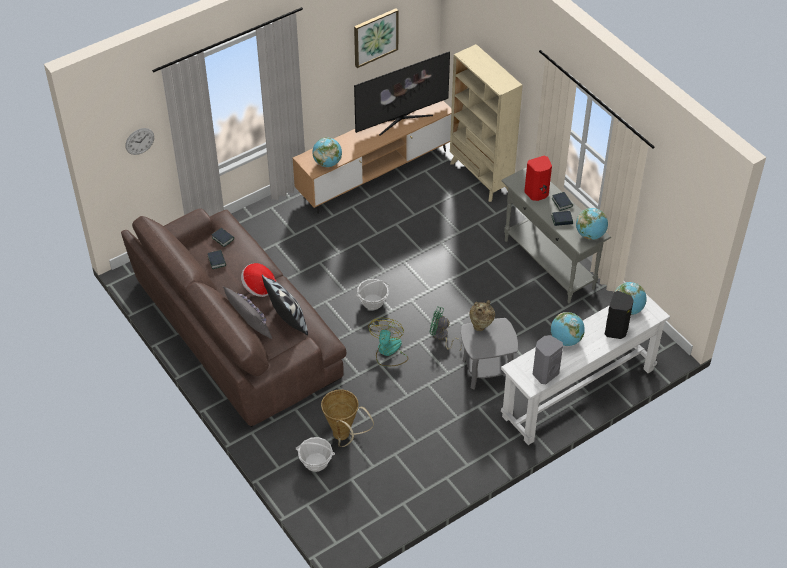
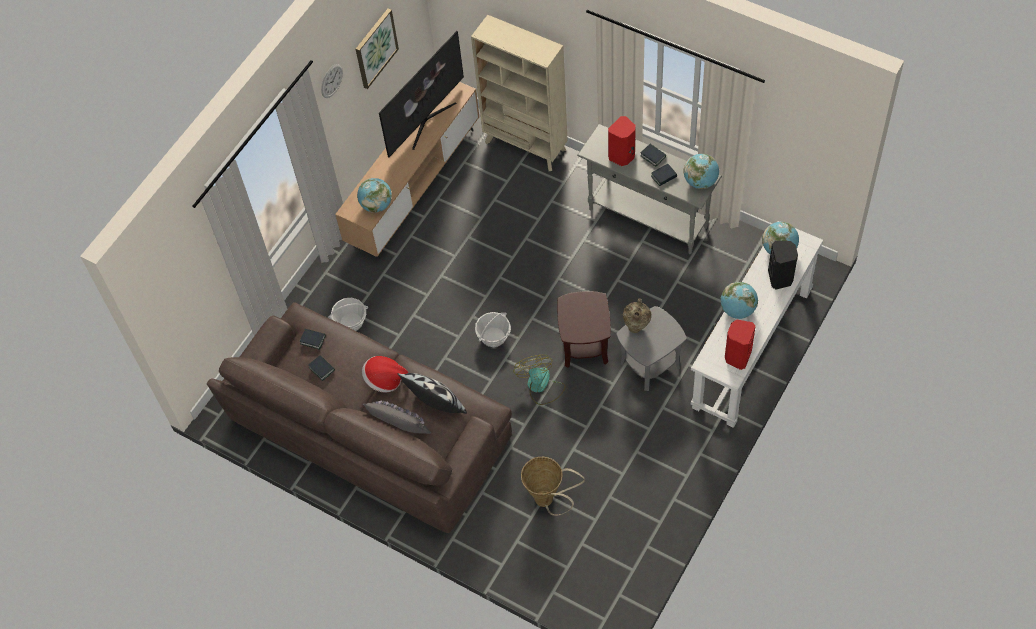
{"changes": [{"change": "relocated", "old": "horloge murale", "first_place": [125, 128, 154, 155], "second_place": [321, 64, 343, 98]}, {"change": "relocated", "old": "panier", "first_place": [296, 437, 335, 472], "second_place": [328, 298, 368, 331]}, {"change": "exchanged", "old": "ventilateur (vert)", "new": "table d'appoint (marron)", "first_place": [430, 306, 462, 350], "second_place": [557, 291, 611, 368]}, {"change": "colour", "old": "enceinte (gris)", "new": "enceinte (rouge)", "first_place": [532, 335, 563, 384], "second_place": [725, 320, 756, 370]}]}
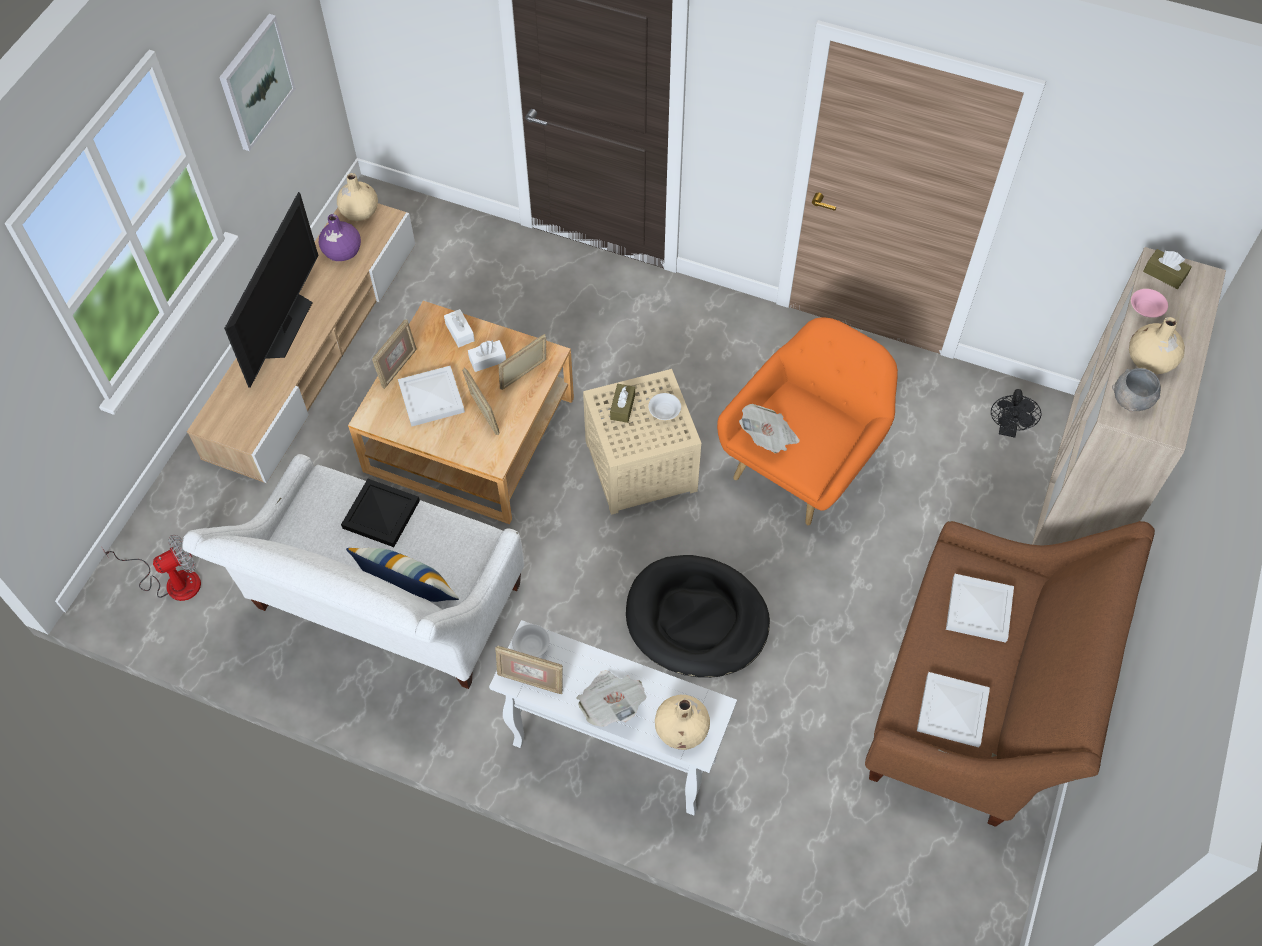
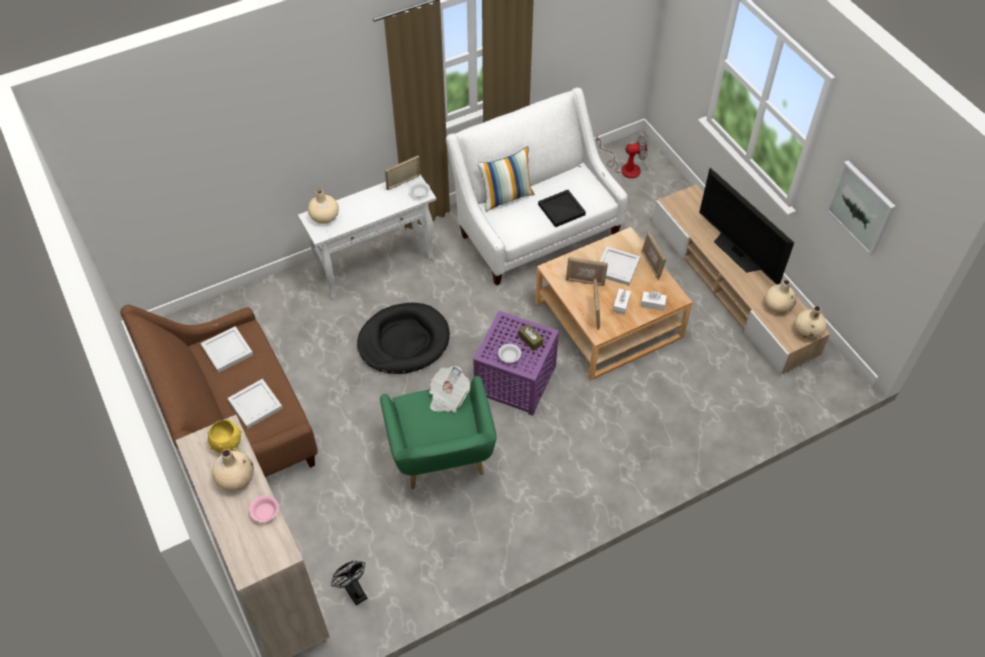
{"changes": [{"change": "spun", "old": "ventilateur", "first_place": [102, 535, 201, 601], "second_place": [596, 136, 648, 178], "degrees": -105}, {"change": "colour", "old": "vase (violet)", "new": "vase (beige)", "first_place": [319, 214, 361, 261], "second_place": [765, 280, 796, 313]}, {"change": "missing", "old": "journal", "first_place": [576, 670, 647, 727]}, {"change": "colour", "old": "table d'appoint (beige)", "new": "table d'appoint (violet)", "first_place": [583, 369, 702, 515], "second_place": [473, 311, 559, 416]}, {"change": "colour", "old": "fauteuil (orange)", "new": "fauteuil (vert)", "first_place": [717, 317, 898, 525], "second_place": [380, 376, 497, 489]}, {"change": "colour", "old": "bol (gris)", "new": "bol (jaune)", "first_place": [1112, 368, 1161, 413], "second_place": [207, 419, 242, 453]}, {"change": "missing", "old": "boîte à mouchoirs (marron)", "first_place": [1143, 249, 1192, 289]}]}
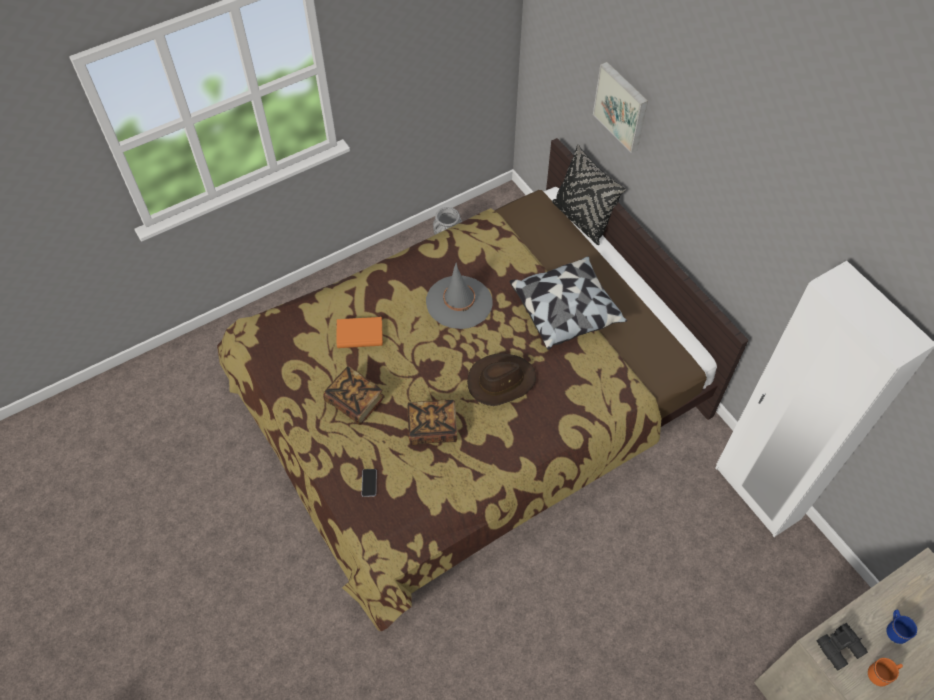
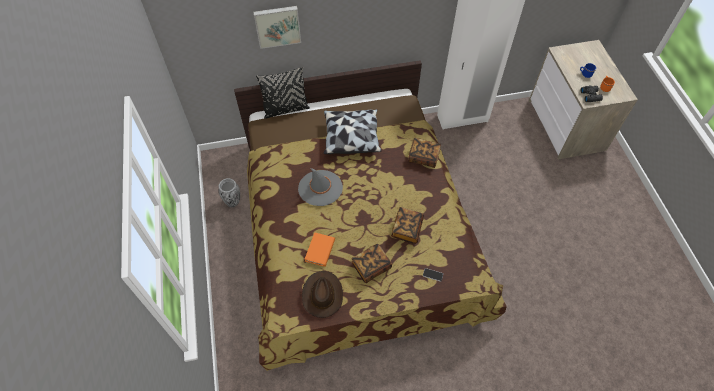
{"changes": [{"change": "relocated", "old": "chapeau (marron)", "first_place": [467, 353, 536, 406], "second_place": [302, 271, 343, 318]}, {"change": "appeared", "new": "livre", "second_place": [408, 138, 441, 168]}]}
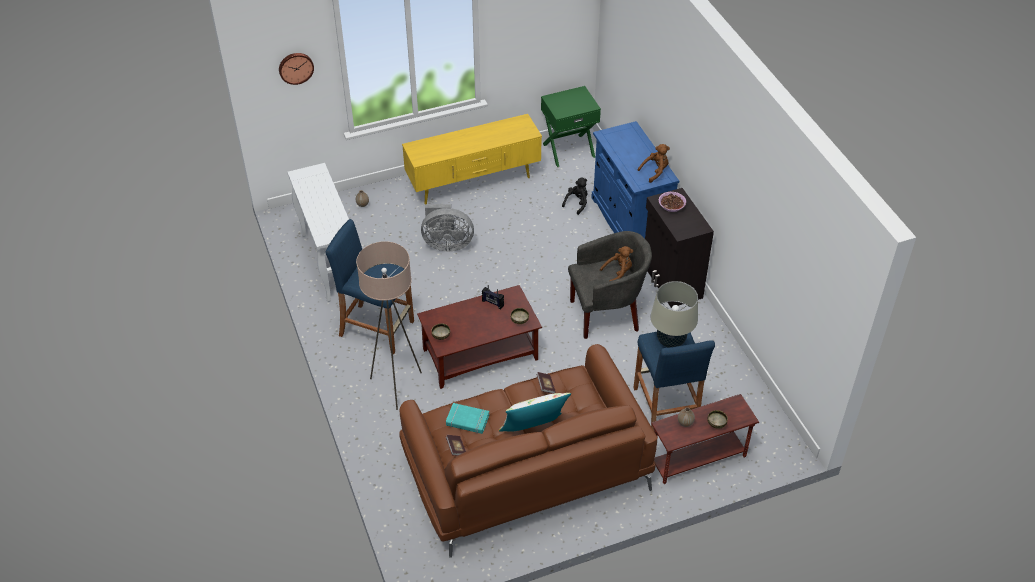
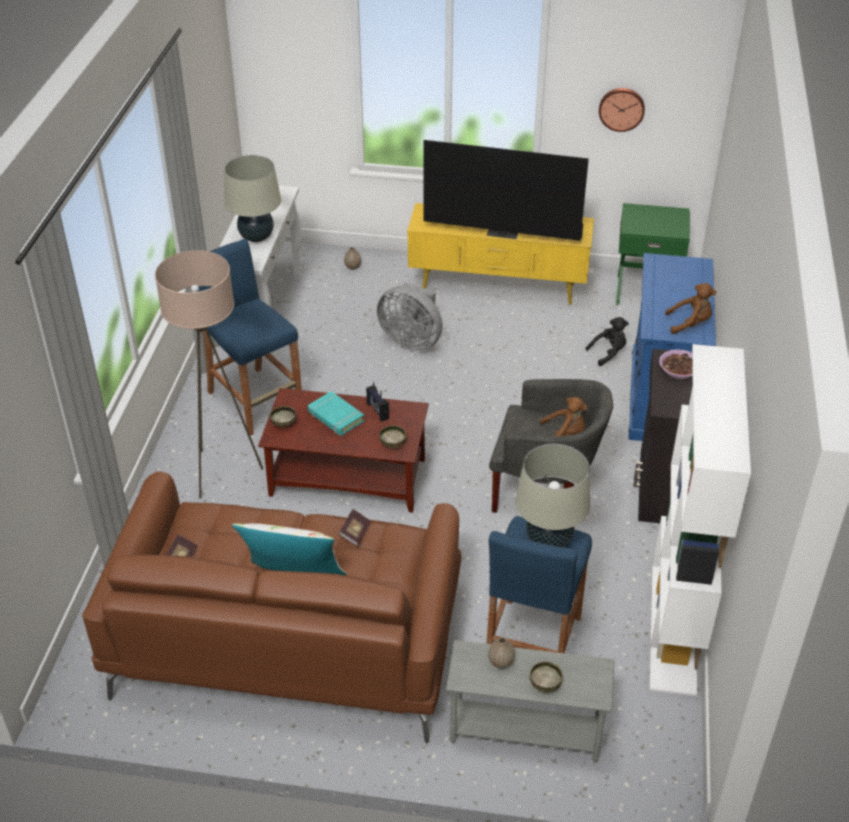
{"changes": [{"change": "relocated", "old": "horloge murale", "first_place": [279, 53, 314, 85], "second_place": [599, 88, 645, 132]}, {"change": "relocated", "old": "livre (turquoise)", "first_place": [446, 403, 489, 434], "second_place": [308, 391, 364, 436]}, {"change": "colour", "old": "table d'appoint (marron)", "new": "table d'appoint (gris)", "first_place": [651, 394, 759, 484], "second_place": [446, 640, 614, 762]}, {"change": "appeared", "new": "lampe de table (beige)", "second_place": [224, 155, 281, 242]}, {"change": "appeared", "new": "téléviseur", "second_place": [423, 140, 589, 241]}, {"change": "appeared", "new": "bibliothèque (blanc)", "second_place": [649, 344, 751, 697]}]}
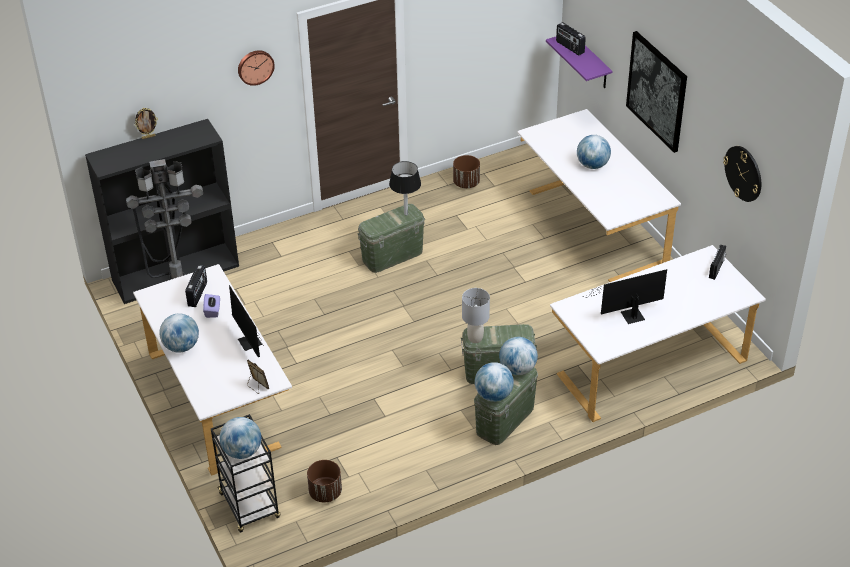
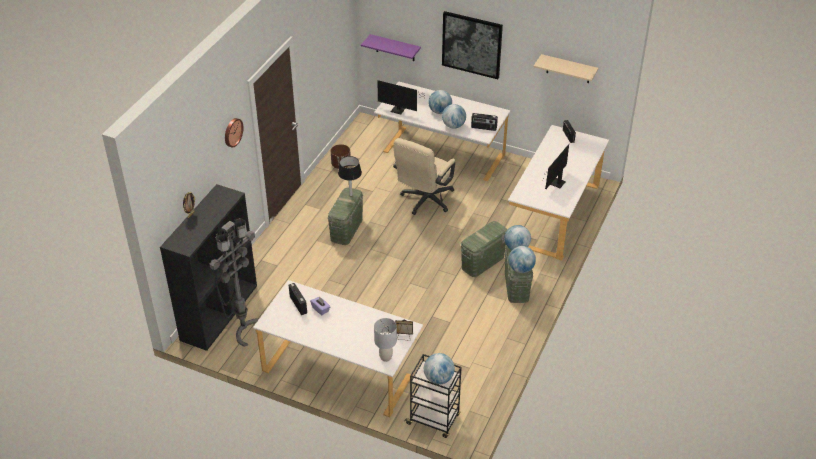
{"changes": [{"change": "relocated", "old": "globe", "first_place": [159, 313, 199, 353], "second_place": [442, 104, 466, 129]}, {"change": "relocated", "old": "écran d'ordinateur", "first_place": [229, 285, 263, 357], "second_place": [378, 80, 427, 115]}, {"change": "missing", "old": "cache-pot (marron)", "first_place": [307, 460, 342, 503]}, {"change": "relocated", "old": "lampe de table (gris)", "first_place": [462, 288, 490, 343], "second_place": [374, 318, 397, 362]}, {"change": "relocated", "old": "radio", "first_place": [556, 22, 586, 55], "second_place": [471, 113, 498, 131]}, {"change": "exchanged", "old": "horloge murale", "new": "étagère (beige)", "first_place": [723, 146, 761, 202], "second_place": [534, 54, 598, 83]}, {"change": "appeared", "new": "chaise de bureau (beige)", "second_place": [393, 138, 455, 215]}]}
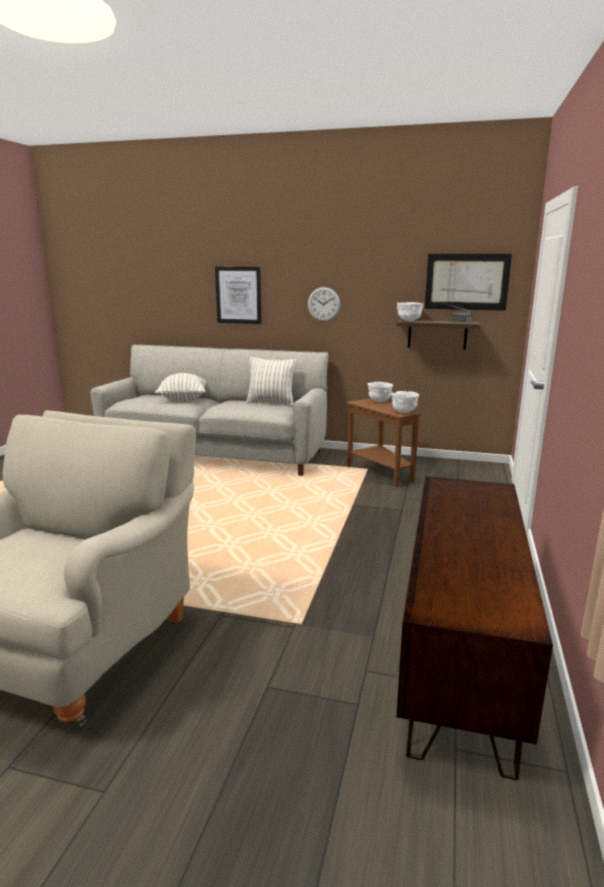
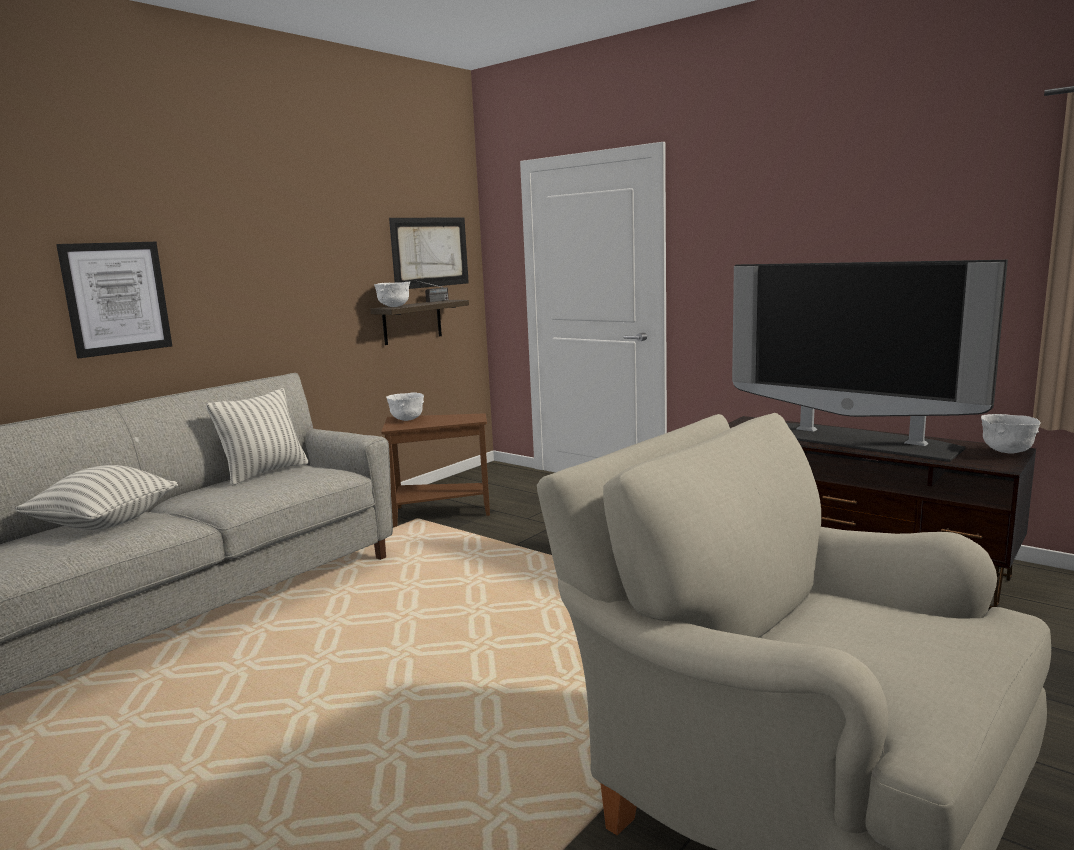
{"changes": [{"change": "missing", "old": "horloge murale", "first_place": [308, 287, 340, 321]}, {"change": "relocated", "old": "bol (blanc)", "first_place": [391, 391, 419, 413], "second_place": [981, 414, 1041, 454]}, {"change": "appeared", "new": "téléviseur", "second_place": [732, 260, 1008, 462]}]}
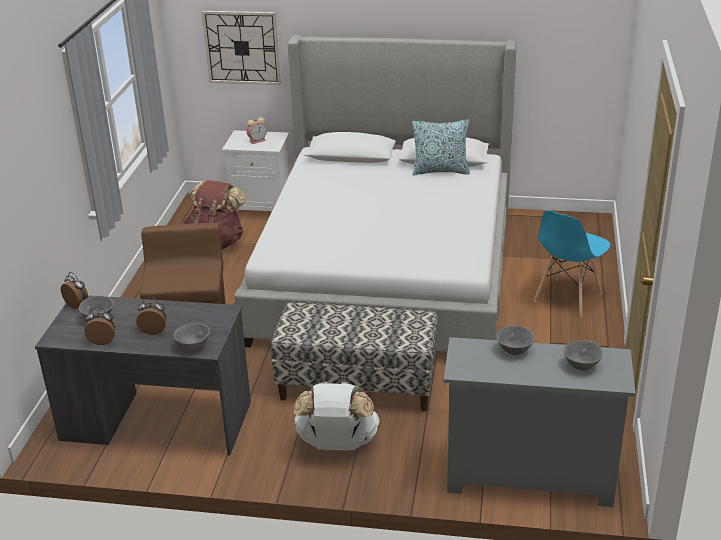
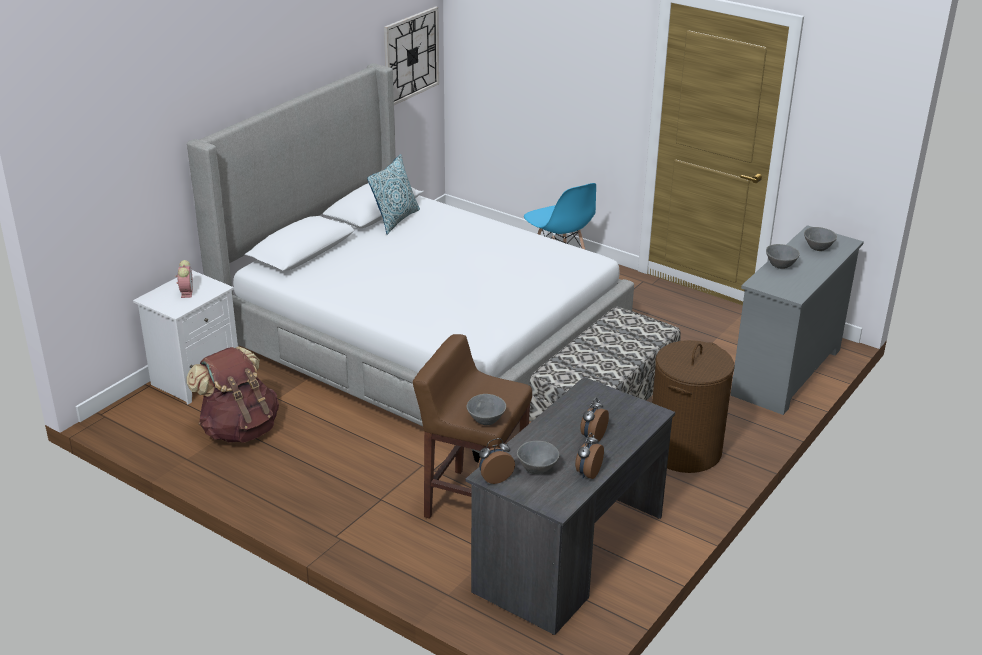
{"changes": [{"change": "relocated", "old": "bol (gris)", "first_place": [174, 323, 210, 351], "second_place": [467, 394, 506, 425]}, {"change": "relocated", "old": "horloge murale", "first_place": [202, 11, 281, 85], "second_place": [384, 6, 439, 105]}, {"change": "exchanged", "old": "sac à dos (blanc)", "new": "panier à linge (marron)", "first_place": [294, 382, 380, 451], "second_place": [652, 340, 735, 473]}]}
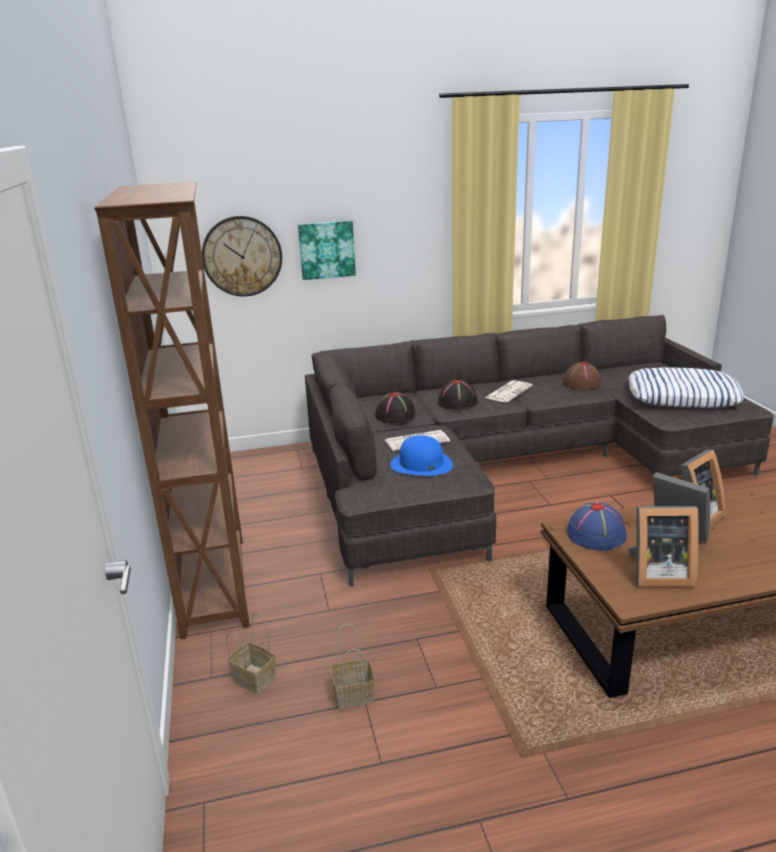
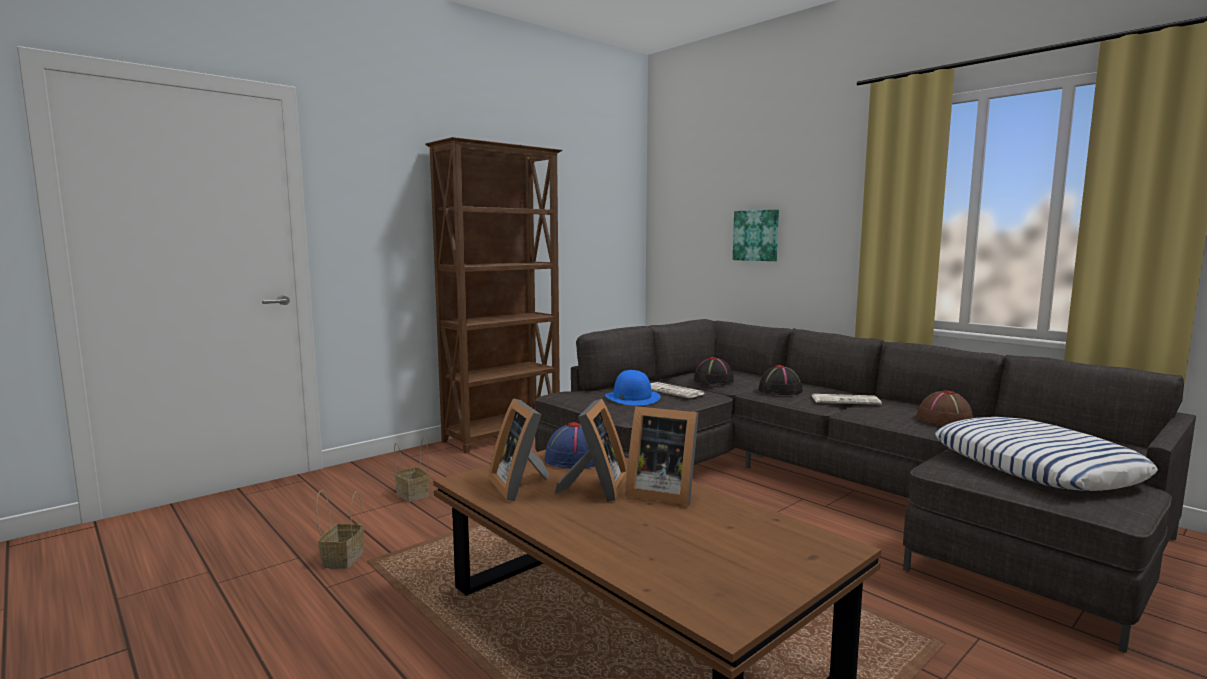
{"changes": [{"change": "missing", "old": "horloge murale", "first_place": [202, 216, 282, 297]}, {"change": "relocated", "old": "panier", "first_place": [226, 612, 276, 694], "second_place": [316, 490, 364, 569]}]}
